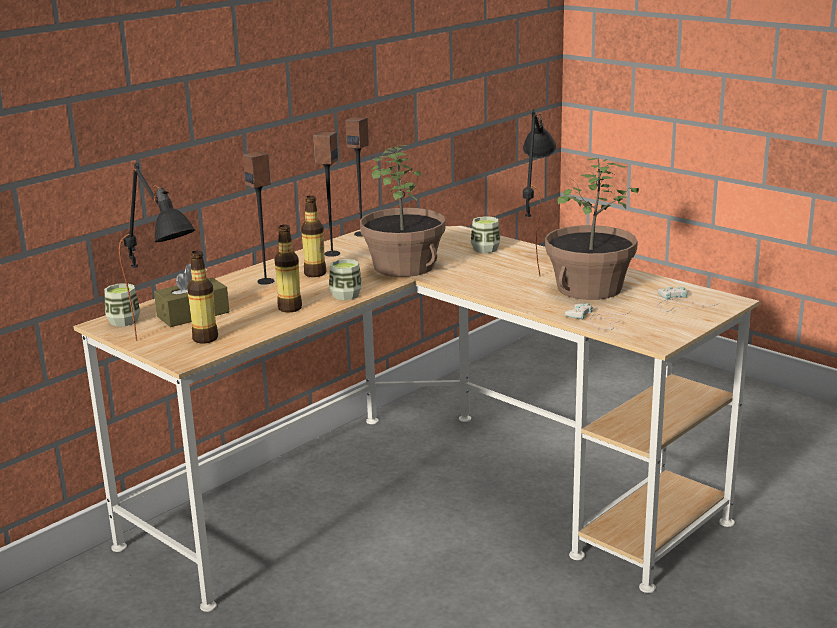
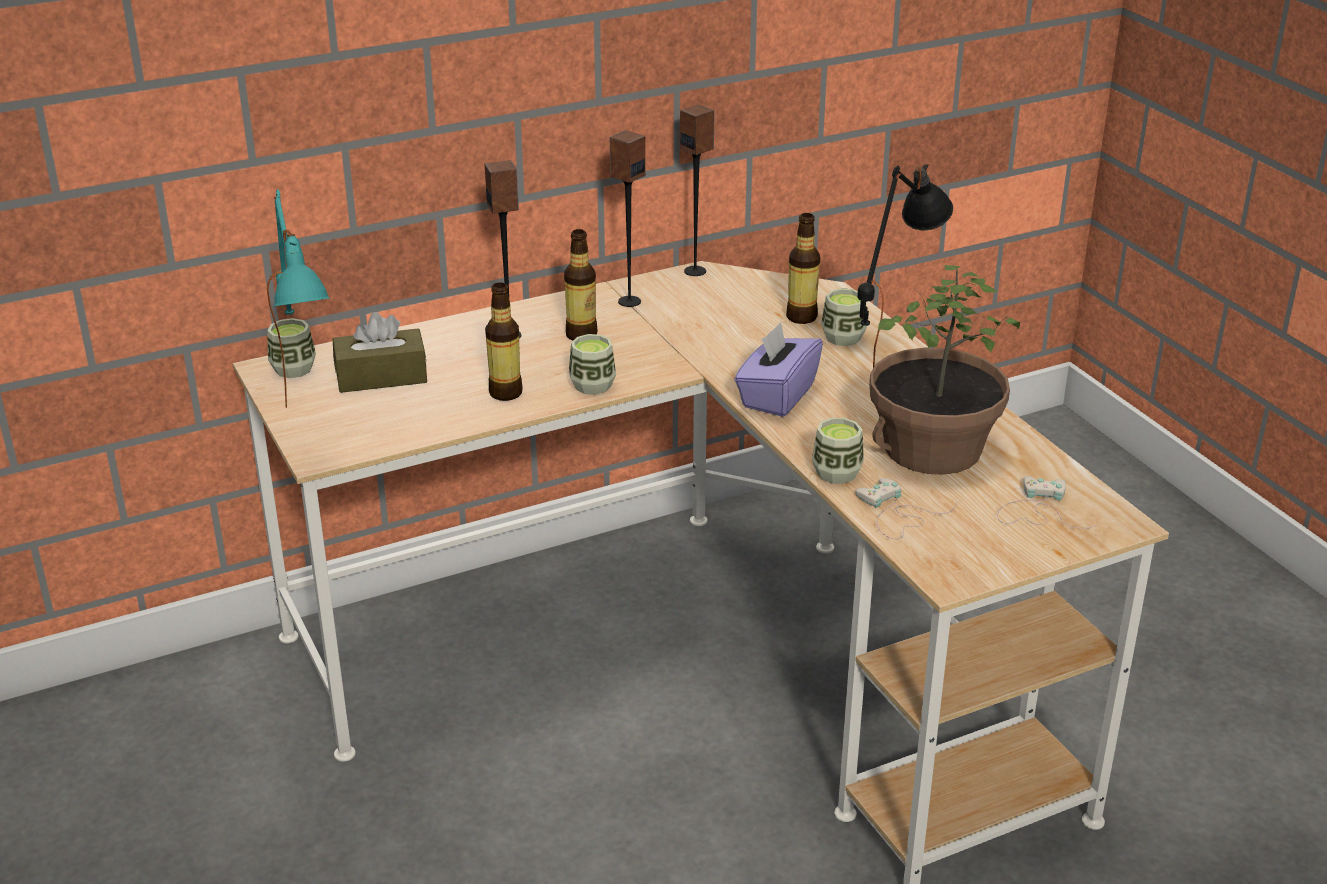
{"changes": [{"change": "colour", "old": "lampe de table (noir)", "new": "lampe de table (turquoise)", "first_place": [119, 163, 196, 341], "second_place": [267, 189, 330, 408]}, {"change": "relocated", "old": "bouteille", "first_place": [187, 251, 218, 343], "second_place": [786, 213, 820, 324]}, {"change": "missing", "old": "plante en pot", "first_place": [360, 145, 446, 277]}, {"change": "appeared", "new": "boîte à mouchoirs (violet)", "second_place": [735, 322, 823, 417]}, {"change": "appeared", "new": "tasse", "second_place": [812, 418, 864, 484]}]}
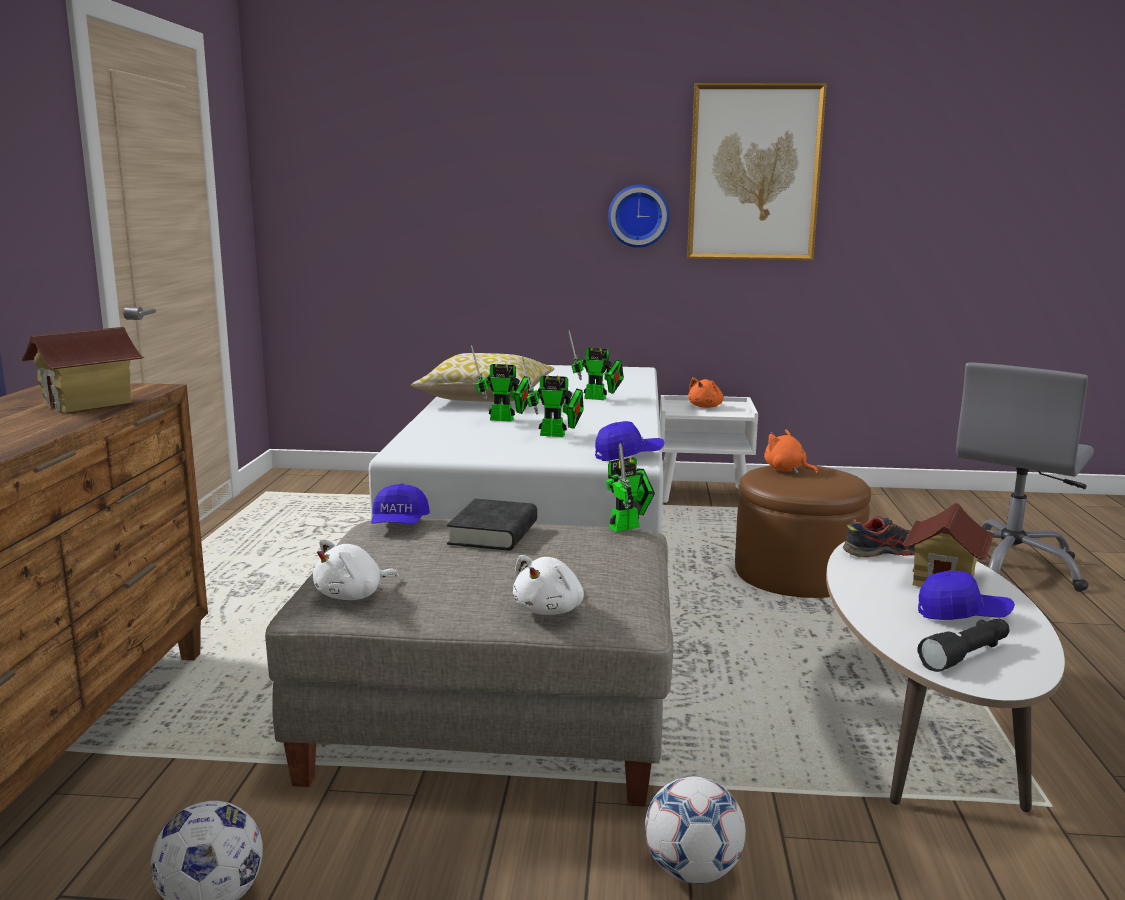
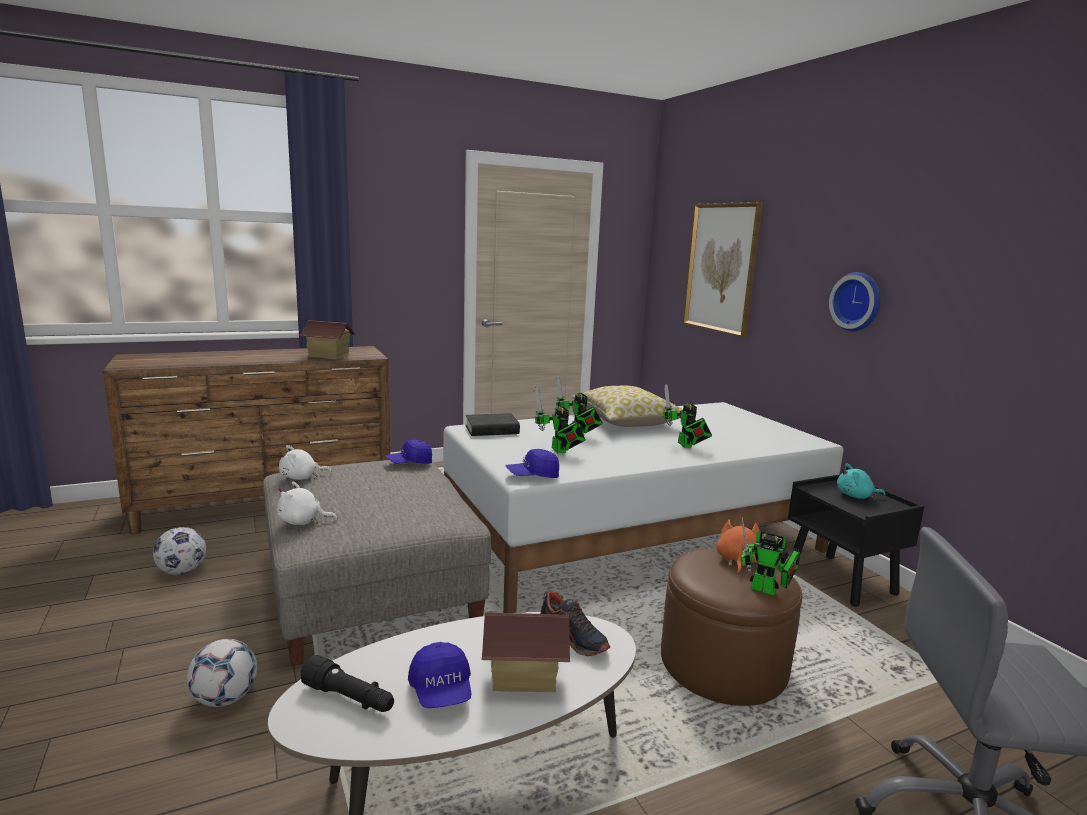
{"changes": [{"change": "spun", "old": "peluche (blanc)", "first_place": [313, 539, 399, 600], "second_place": [279, 445, 331, 480], "degrees": -45}, {"change": "relocated", "old": "livre (noir)", "first_place": [447, 499, 537, 550], "second_place": [465, 413, 520, 436]}, {"change": "spun", "old": "casquette (bleu)", "first_place": [595, 421, 664, 461], "second_place": [506, 449, 559, 478], "degrees": 120}, {"change": "relocated", "old": "robot jouet", "first_place": [606, 443, 655, 532], "second_place": [741, 517, 800, 595]}, {"change": "colour", "old": "table de chevet (blanc)", "new": "table de chevet (noir)", "first_place": [660, 395, 758, 503], "second_place": [788, 474, 924, 607]}, {"change": "relocated", "old": "tableau", "first_place": [687, 83, 827, 260], "second_place": [683, 202, 763, 337]}, {"change": "colour", "old": "peluche (orange)", "new": "peluche (turquoise)", "first_place": [688, 377, 724, 408], "second_place": [837, 463, 885, 499]}]}
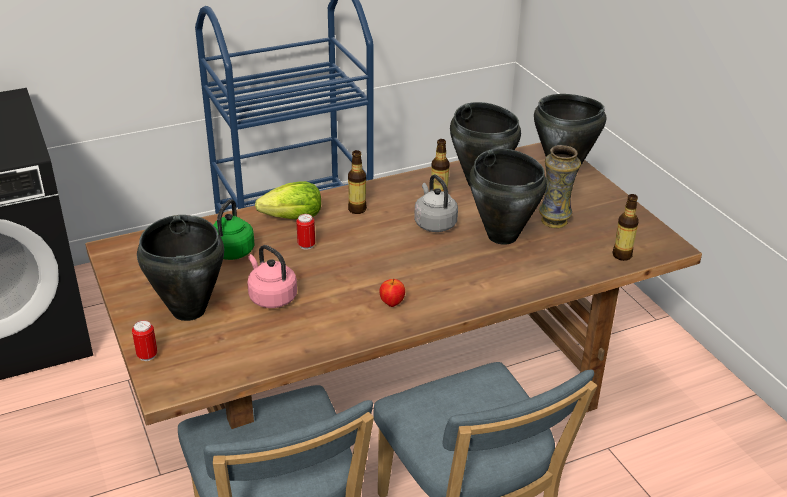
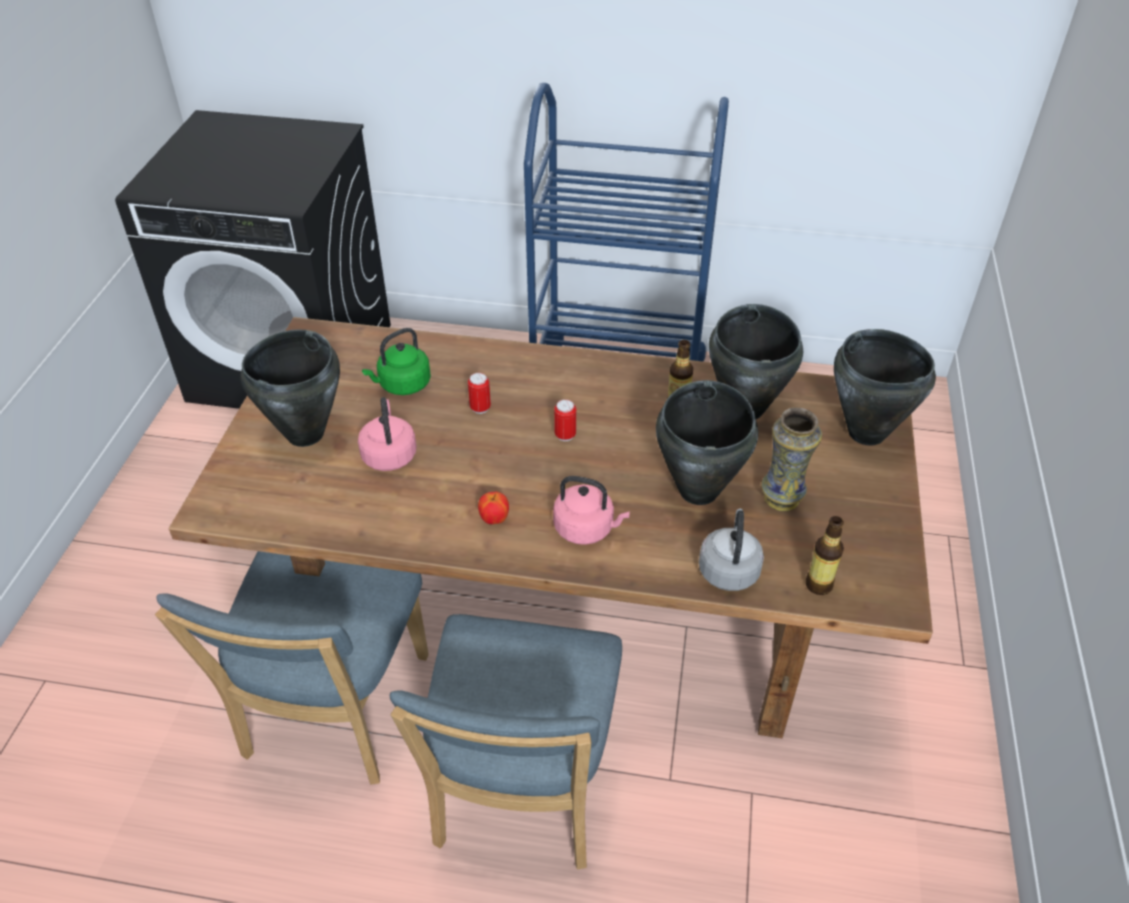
{"changes": [{"change": "relocated", "old": "boîte métallique", "first_place": [132, 320, 157, 361], "second_place": [554, 399, 576, 441]}, {"change": "missing", "old": "laitue", "first_place": [255, 181, 321, 219]}, {"change": "missing", "old": "bouteille", "first_place": [348, 150, 367, 214]}, {"change": "relocated", "old": "bouilloire (gris)", "first_place": [414, 175, 458, 232], "second_place": [699, 509, 764, 591]}, {"change": "appeared", "new": "bouilloire (rose)", "second_place": [553, 476, 630, 545]}]}
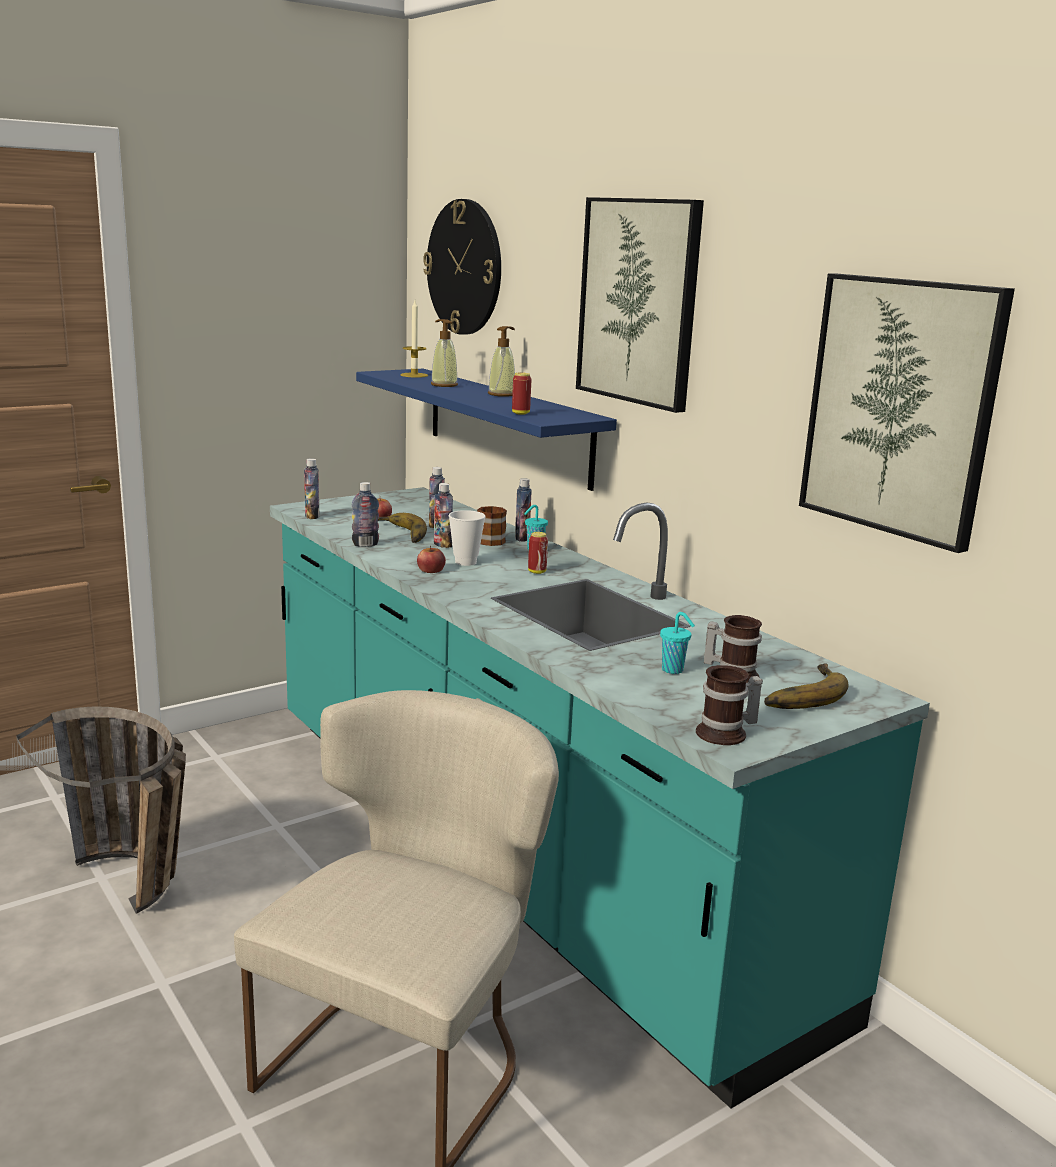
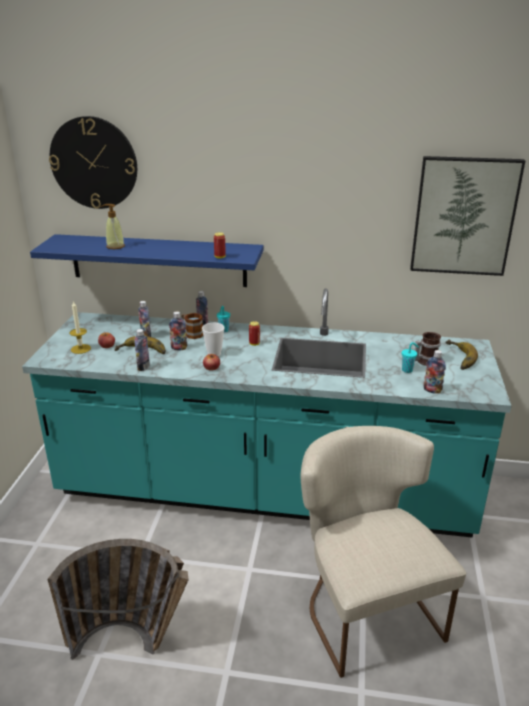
{"changes": [{"change": "relocated", "old": "bouteille", "first_place": [304, 458, 319, 519], "second_place": [423, 350, 446, 394]}, {"change": "relocated", "old": "bougie", "first_place": [400, 300, 428, 378], "second_place": [70, 301, 91, 354]}, {"change": "missing", "old": "distributeur de savon", "first_place": [488, 326, 515, 397]}, {"change": "missing", "old": "tableau", "first_place": [576, 197, 704, 413]}, {"change": "missing", "old": "mug", "first_place": [696, 665, 763, 745]}]}
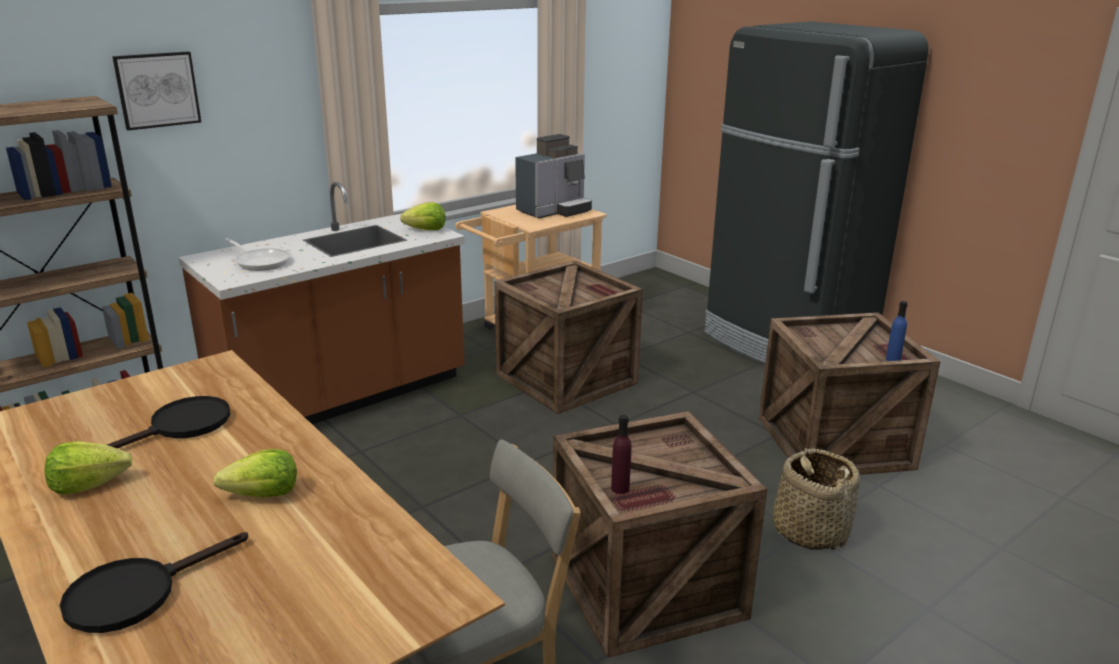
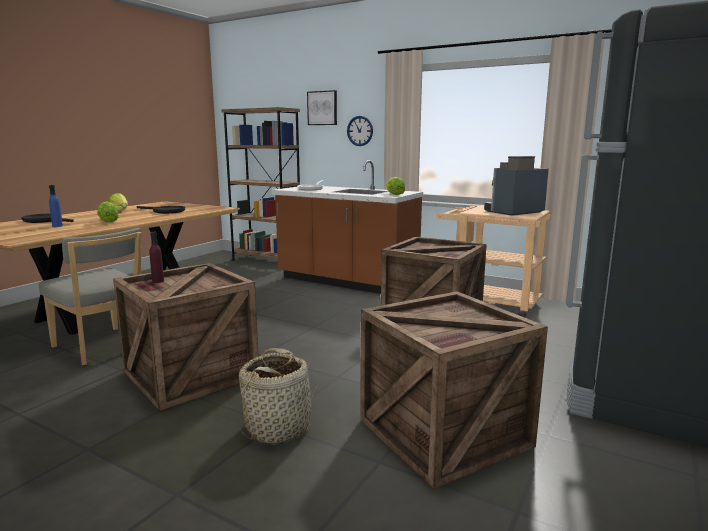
{"changes": [{"change": "spun", "old": "machine à café", "first_place": [515, 134, 592, 218], "second_place": [484, 156, 549, 216], "degrees": 120}, {"change": "relocated", "old": "bouteille (bleu)", "first_place": [886, 301, 908, 361], "second_place": [49, 185, 63, 227]}, {"change": "appeared", "new": "horloge murale", "second_place": [347, 116, 373, 146]}]}
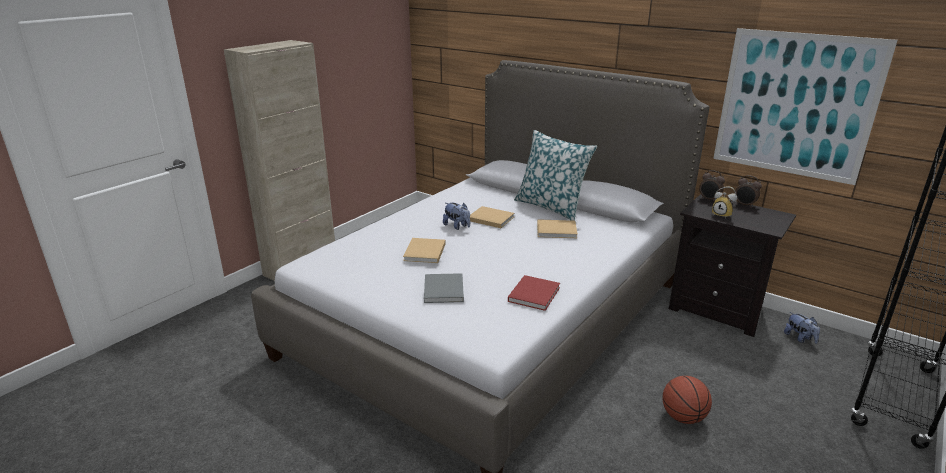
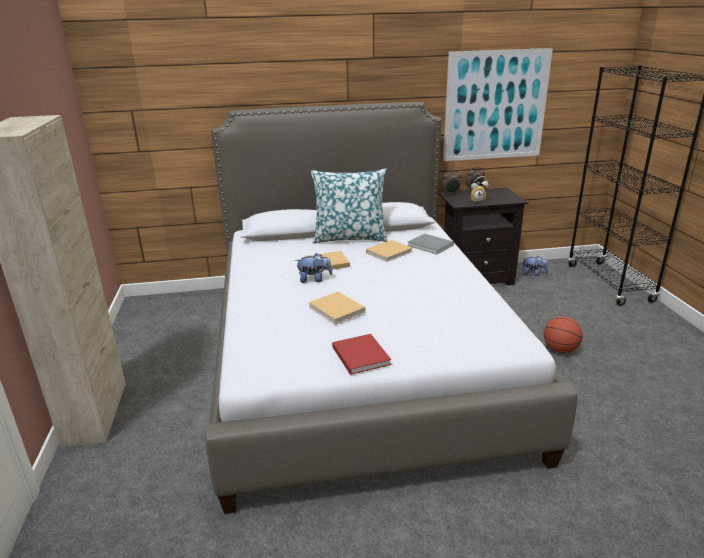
{"changes": [{"change": "relocated", "old": "livre (gris)", "first_place": [424, 273, 464, 303], "second_place": [407, 234, 454, 255]}, {"change": "relocated", "old": "livre (rouge)", "first_place": [508, 275, 560, 311], "second_place": [332, 334, 391, 375]}]}
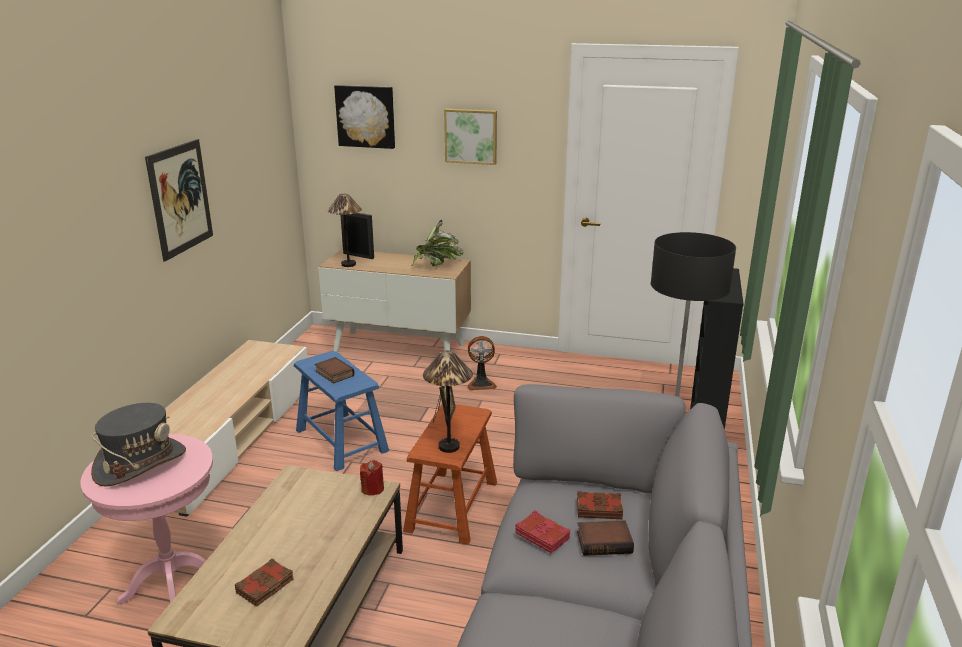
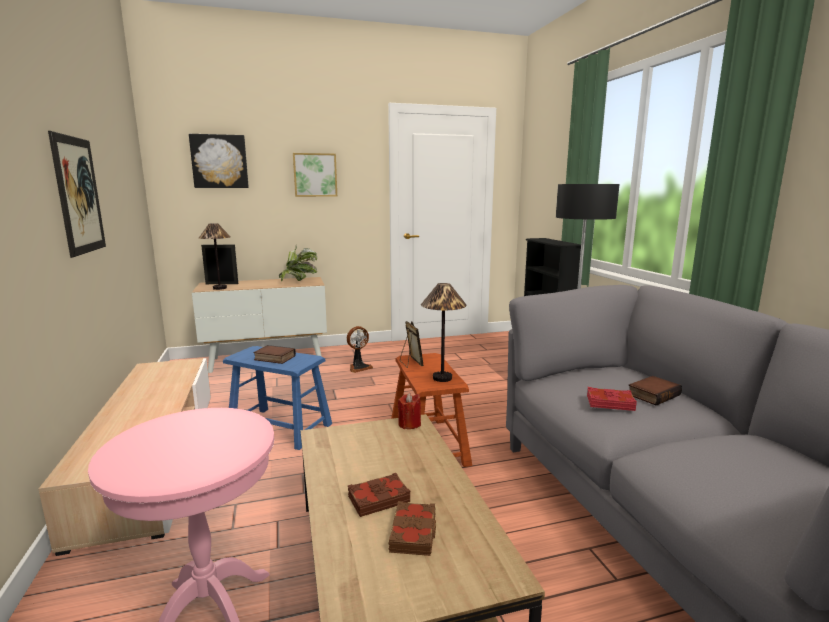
{"changes": [{"change": "missing", "old": "chapeau (gris)", "first_place": [91, 403, 186, 487]}, {"change": "relocated", "old": "livre (marron)", "first_place": [577, 491, 623, 519], "second_place": [347, 473, 410, 517]}]}
